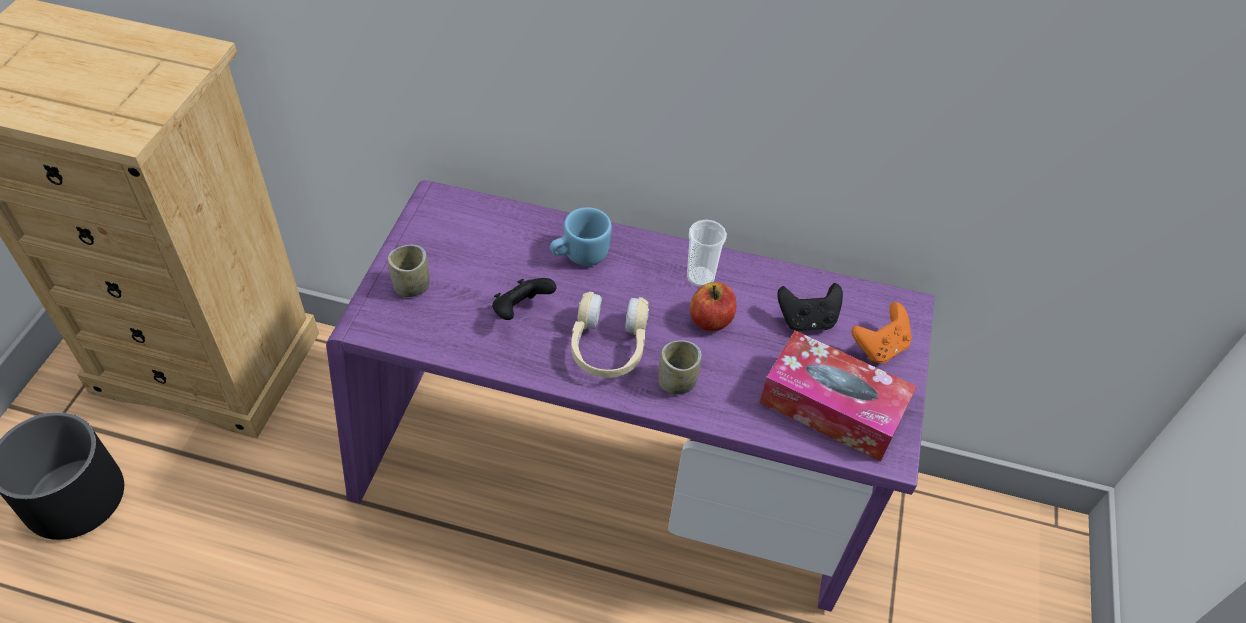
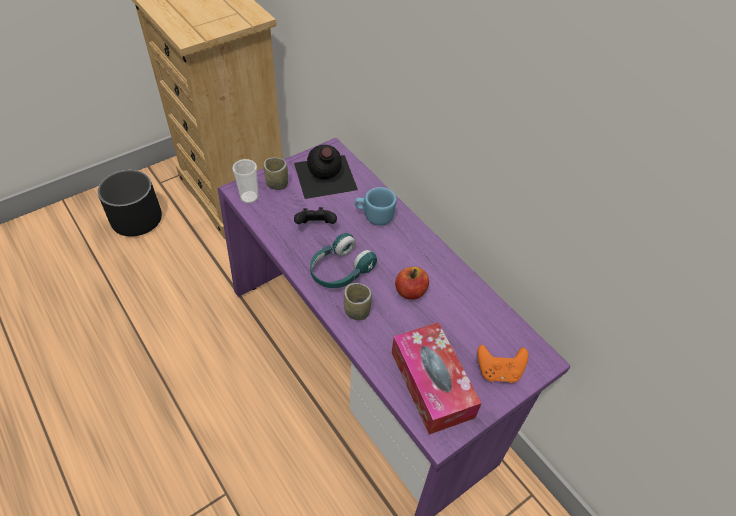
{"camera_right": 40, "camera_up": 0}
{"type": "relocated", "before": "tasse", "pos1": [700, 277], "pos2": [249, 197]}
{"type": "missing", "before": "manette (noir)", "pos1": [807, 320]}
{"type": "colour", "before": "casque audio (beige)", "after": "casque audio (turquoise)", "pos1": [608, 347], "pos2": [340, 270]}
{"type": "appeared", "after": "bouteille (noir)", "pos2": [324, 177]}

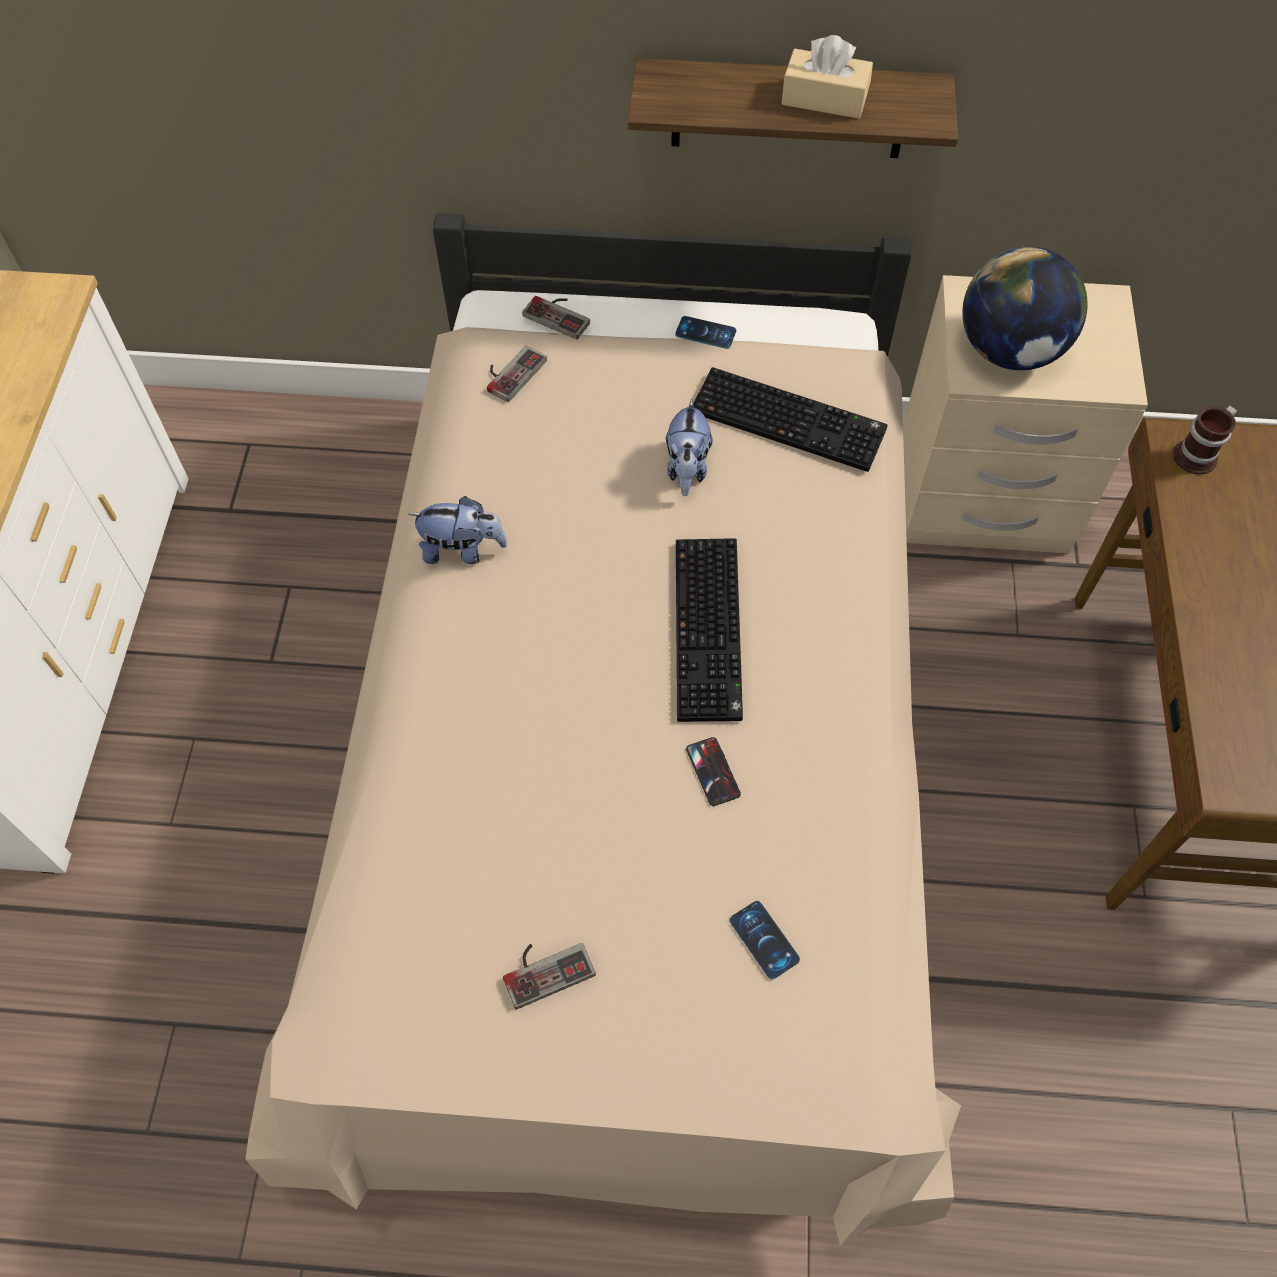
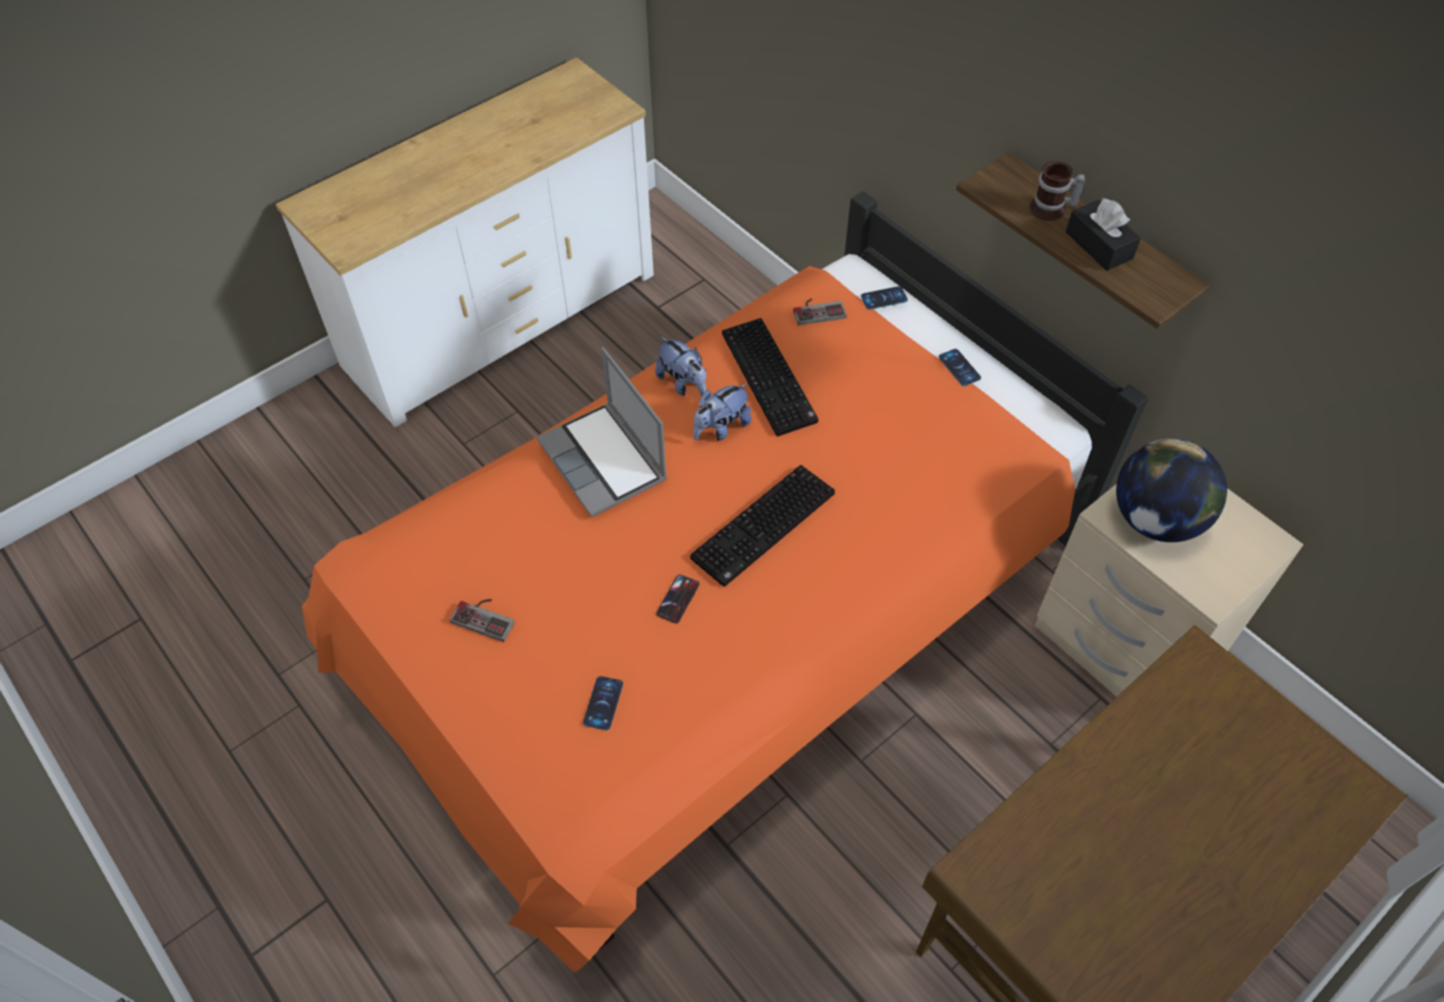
{"camera_right": 45, "camera_up": -5}
{"type": "colour", "before": "boîte à mouchoirs (beige)", "after": "boîte à mouchoirs (noir)", "pos1": [824, 98], "pos2": [1098, 245]}
{"type": "colour", "before": "lit (beige)", "after": "lit (orange)", "pos1": [636, 768], "pos2": [720, 615]}
{"type": "exchanged", "before": "manette", "after": "téléphone", "pos1": [560, 314], "pos2": [884, 298]}
{"type": "relocated", "before": "clavier", "pos1": [791, 419], "pos2": [771, 378]}
{"type": "relocated", "before": "peluche", "pos1": [687, 468], "pos2": [721, 428]}
{"type": "relocated", "before": "mug", "pos1": [1199, 456], "pos2": [1051, 210]}
{"type": "appeared", "after": "ordinateur portable", "pos2": [605, 461]}

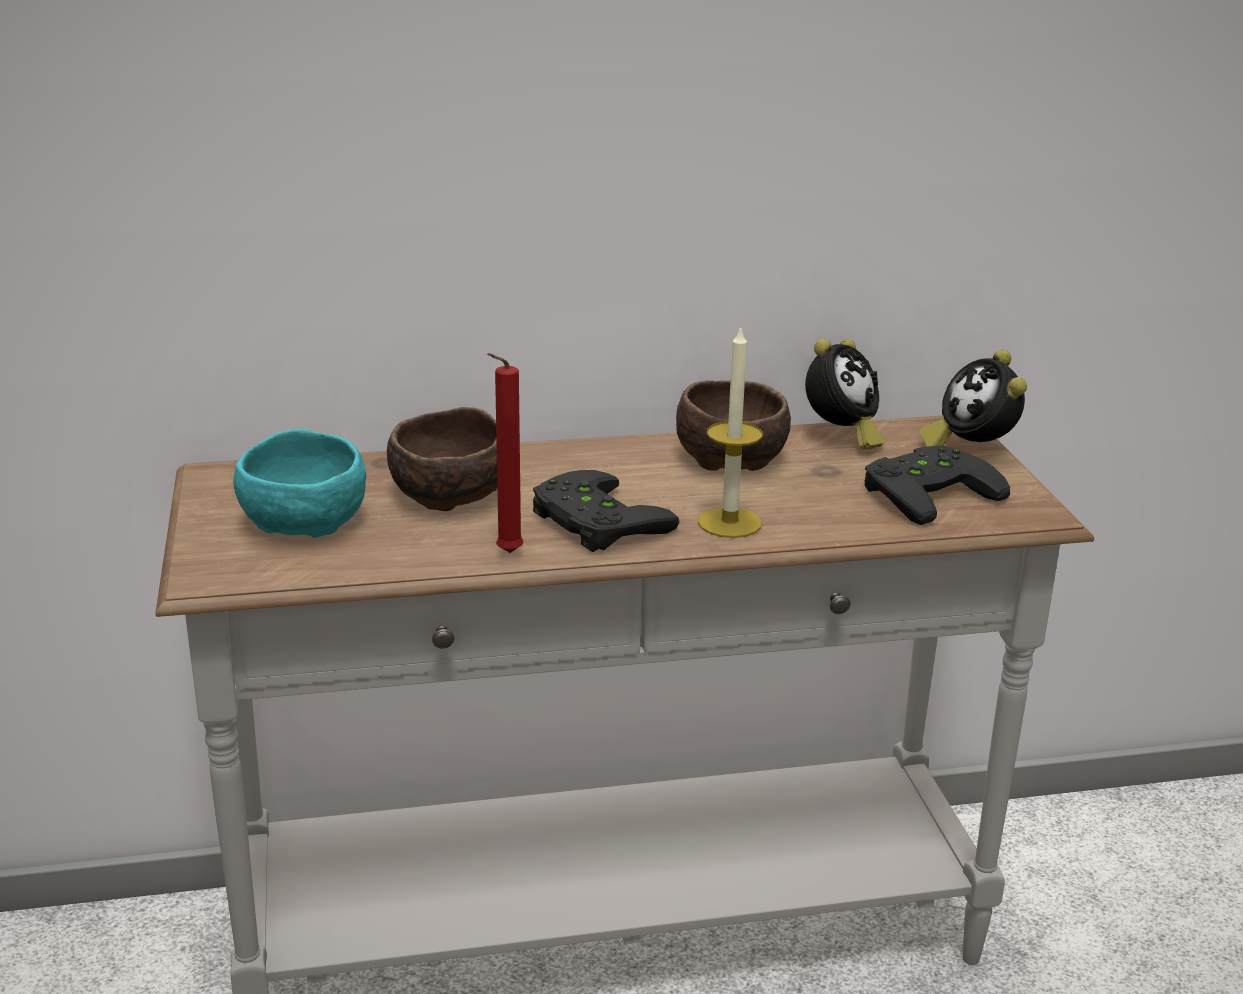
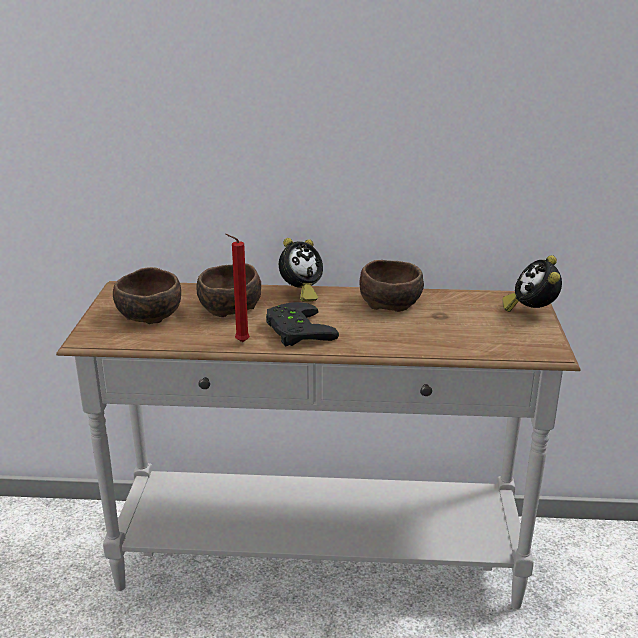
{"camera_right": 15, "camera_up": 0}
{"type": "missing", "before": "bougie", "pos1": [729, 522]}
{"type": "relocated", "before": "réveil", "pos1": [841, 436], "pos2": [300, 293]}
{"type": "colour", "before": "bol (turquoise)", "after": "bol (marron)", "pos1": [305, 521], "pos2": [150, 315]}
{"type": "missing", "before": "manette (noir)", "pos1": [925, 490]}

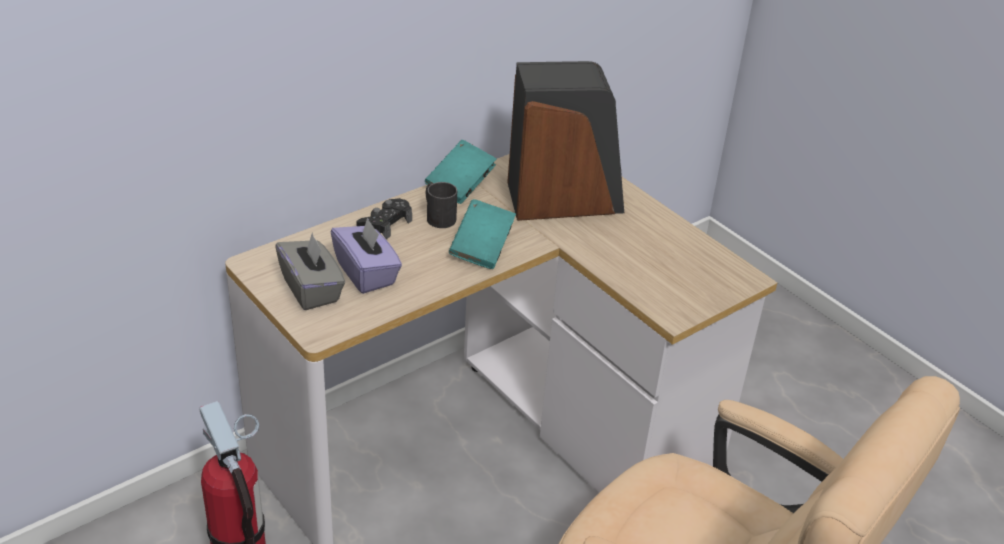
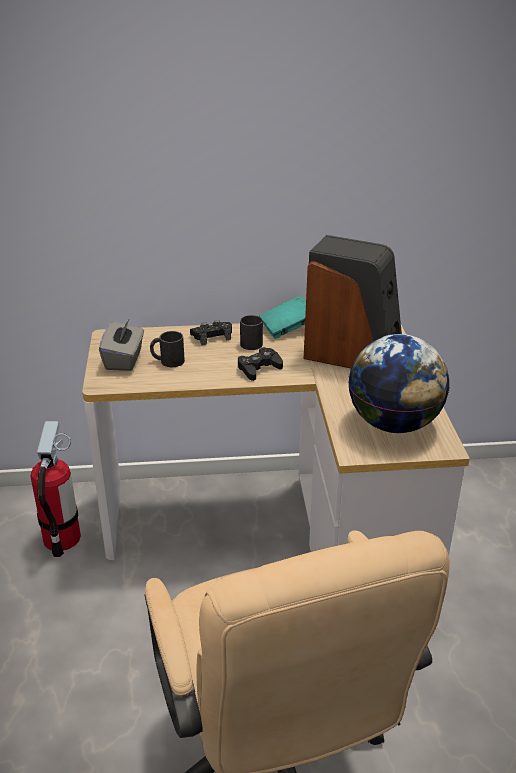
{"camera_right": 35, "camera_up": -5}
{"type": "exchanged", "before": "livre (turquoise)", "after": "manette (noir)", "pos1": [482, 249], "pos2": [259, 368]}
{"type": "exchanged", "before": "boîte à mouchoirs (violet)", "after": "mug (noir)", "pos1": [366, 273], "pos2": [167, 361]}
{"type": "appeared", "after": "globe", "pos2": [394, 424]}

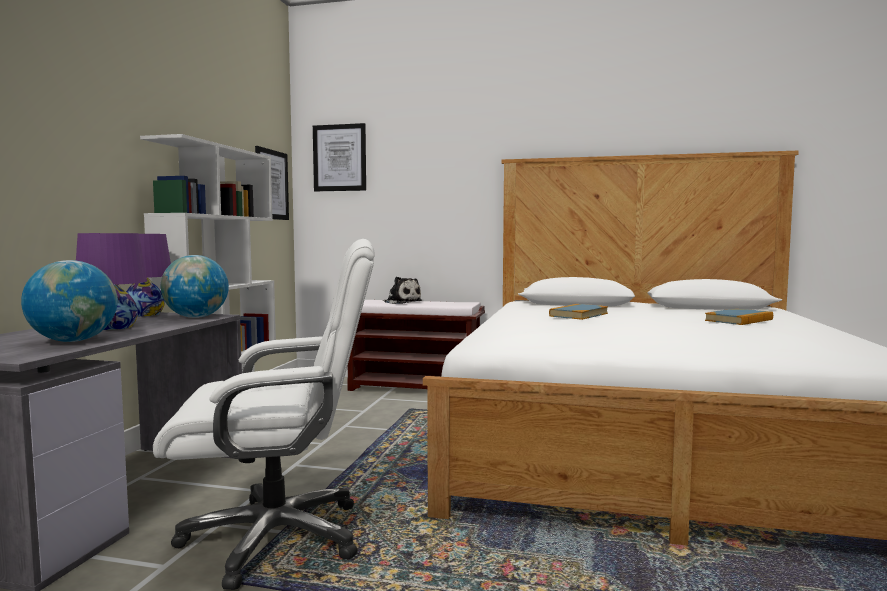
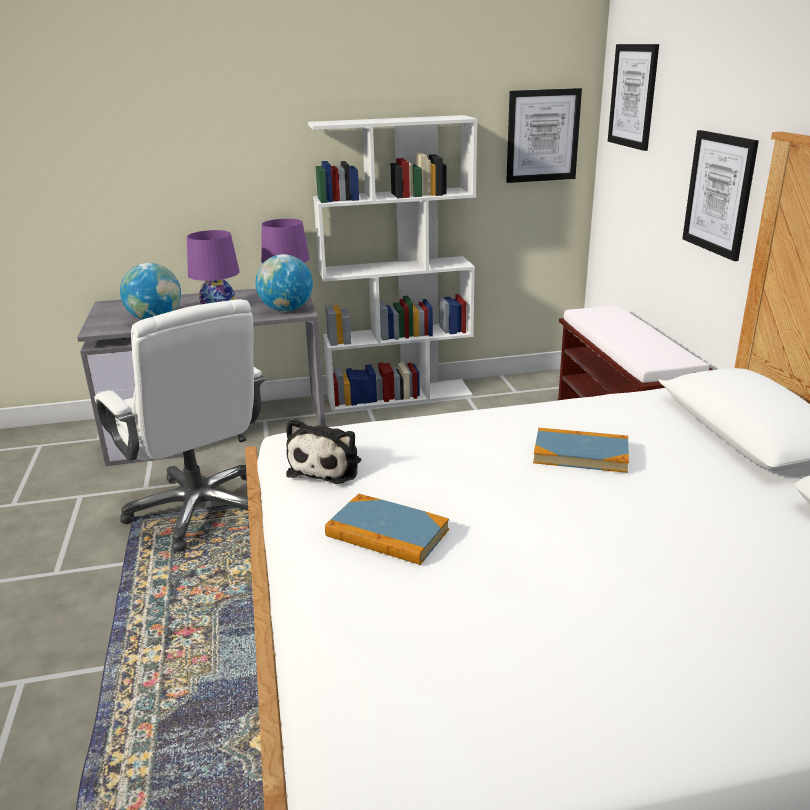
{"camera_right": 65, "camera_up": 20}
{"type": "relocated", "before": "peluche", "pos1": [401, 302], "pos2": [328, 466]}
{"type": "relocated", "before": "livre", "pos1": [739, 320], "pos2": [387, 533]}
{"type": "appeared", "after": "tableau", "pos2": [719, 194]}

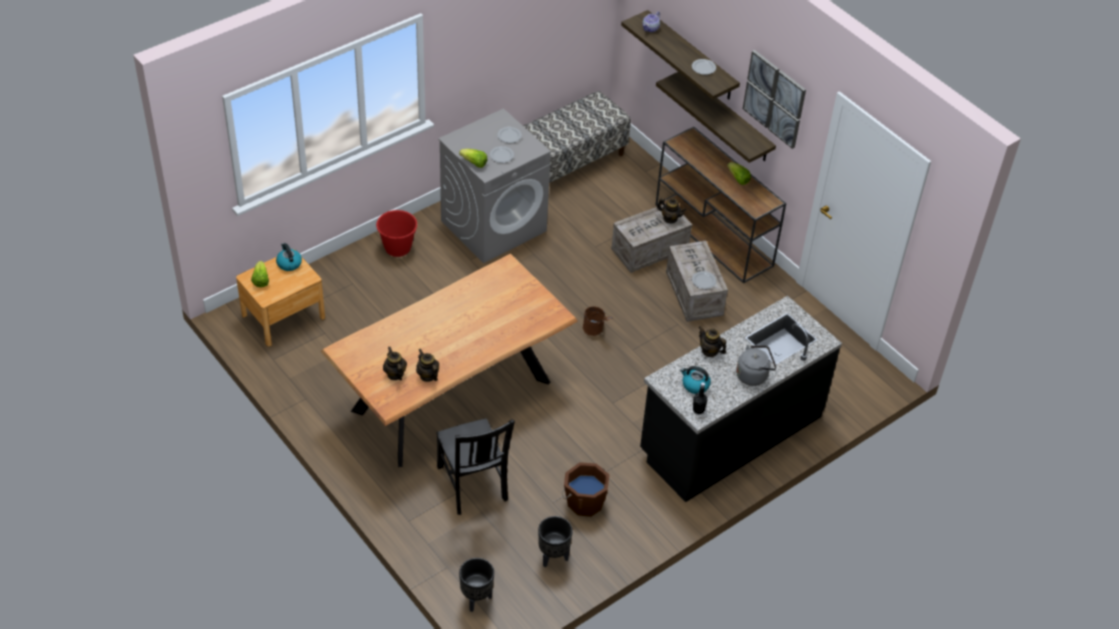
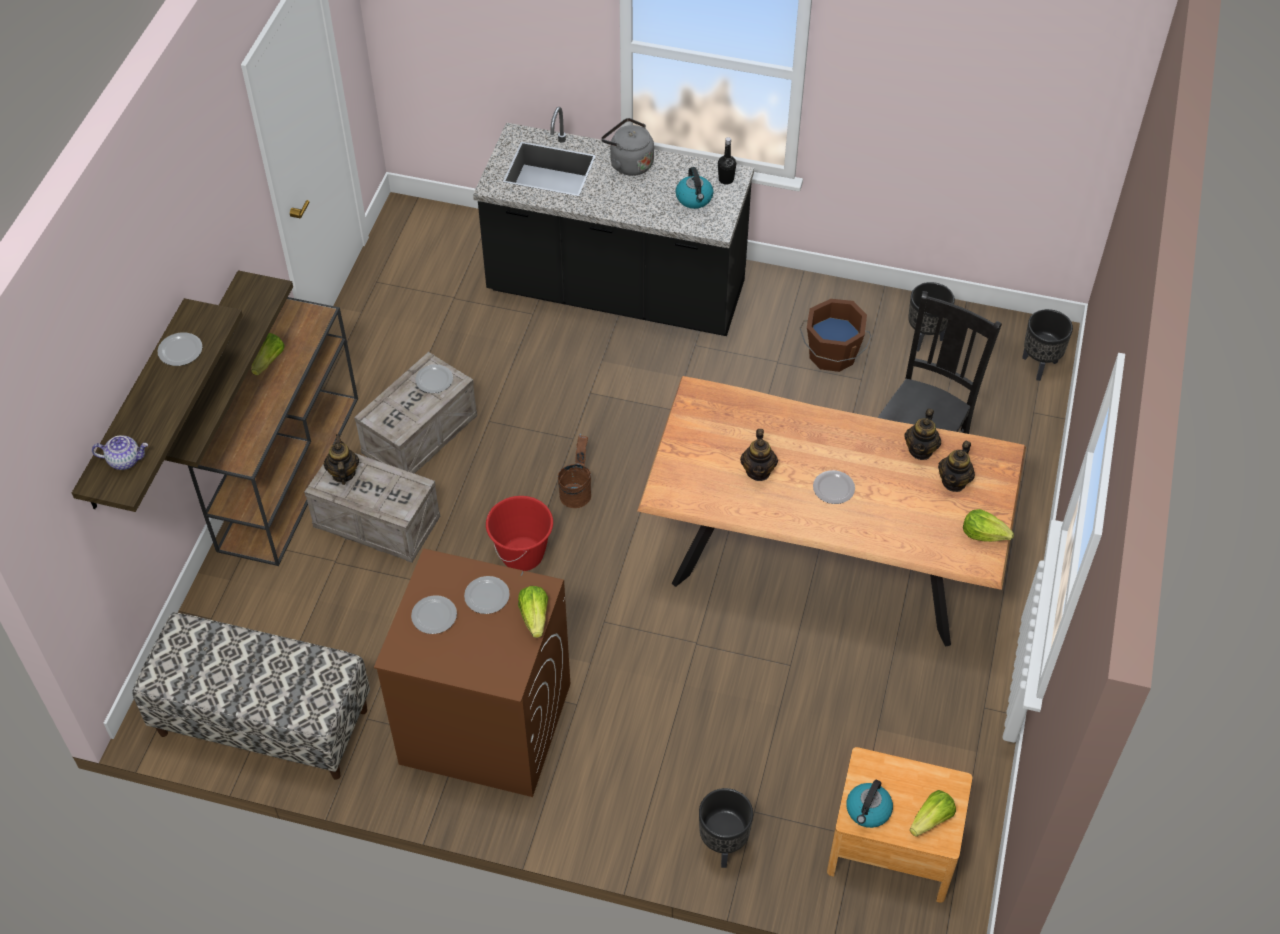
{"camera_right": -125, "camera_up": 5}
{"type": "missing", "before": "tableau", "pos1": [774, 98]}
{"type": "colour", "before": "lave-linge (gris)", "after": "lave-linge (marron)", "pos1": [494, 225], "pos2": [484, 724]}
{"type": "relocated", "before": "seau (rouge)", "pos1": [397, 248], "pos2": [522, 555]}
{"type": "relocated", "before": "théière", "pos1": [709, 351], "pos2": [758, 471]}
{"type": "appeared", "after": "assiette", "pos2": [834, 488]}
{"type": "appeared", "after": "laitue", "pos2": [984, 534]}
{"type": "appeared", "after": "cache-pot (noir)", "pos2": [723, 846]}

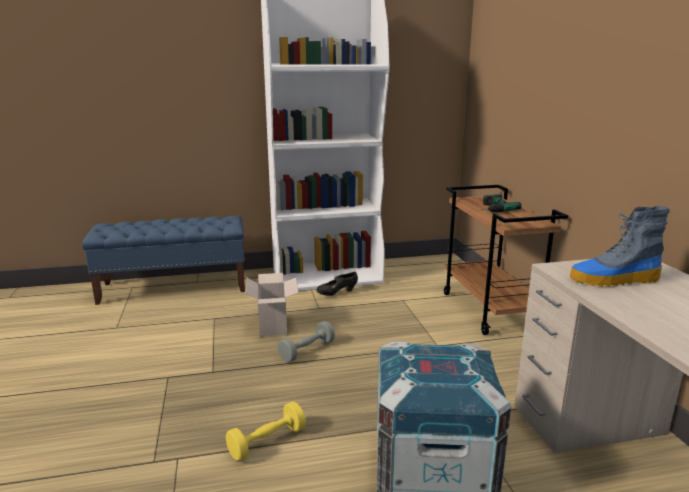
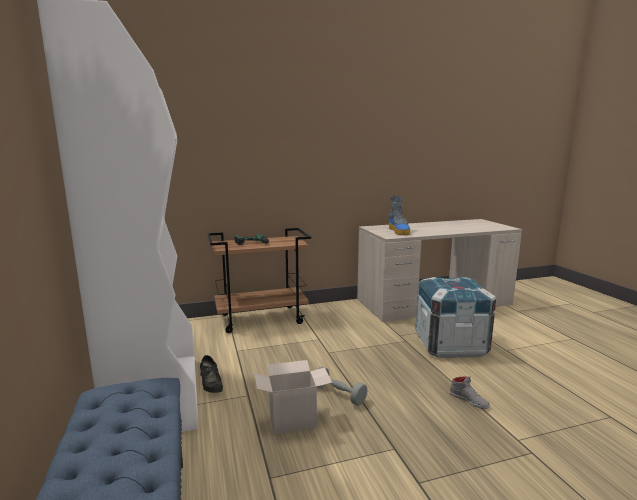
{"camera_right": -95, "camera_up": -5}
{"type": "exchanged", "before": "haltère (jaune)", "after": "chaussure (gris)", "pos1": [267, 442], "pos2": [469, 400]}

